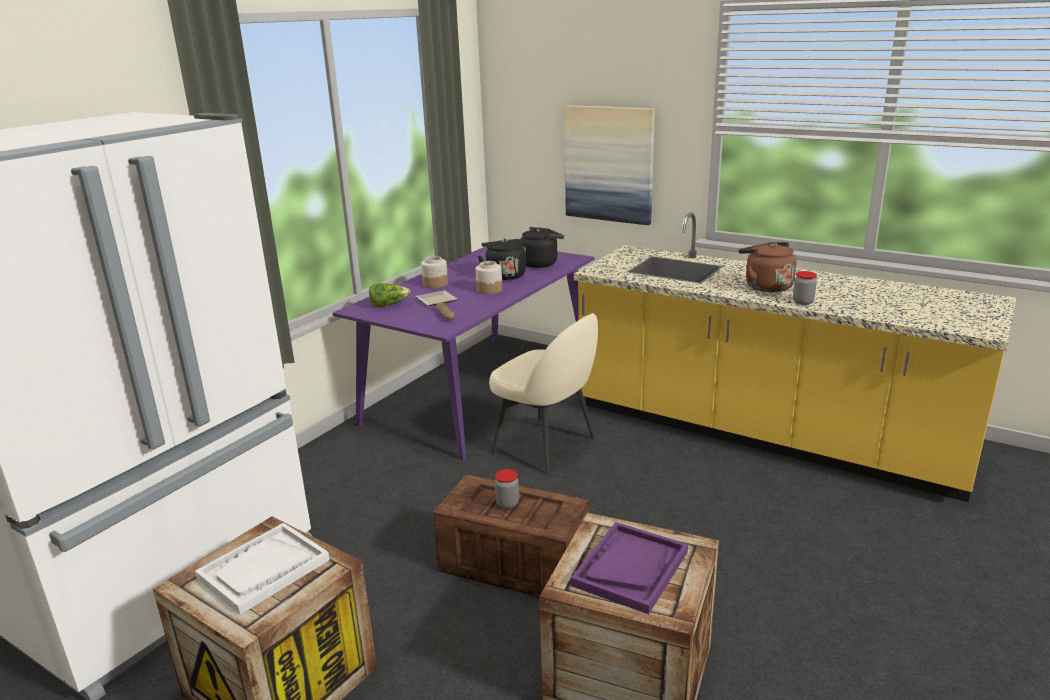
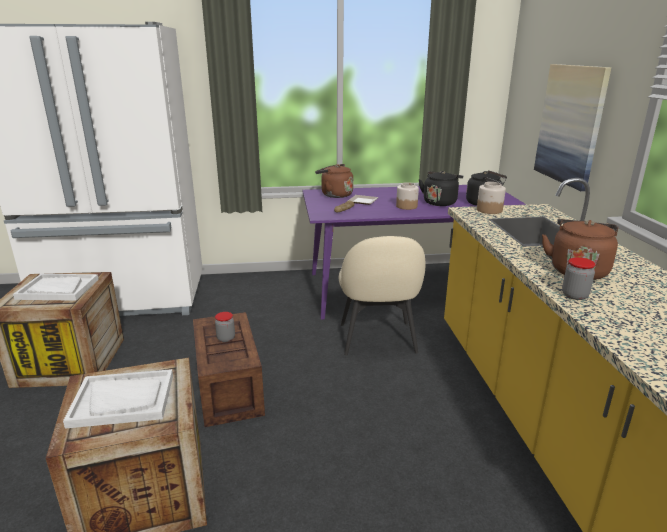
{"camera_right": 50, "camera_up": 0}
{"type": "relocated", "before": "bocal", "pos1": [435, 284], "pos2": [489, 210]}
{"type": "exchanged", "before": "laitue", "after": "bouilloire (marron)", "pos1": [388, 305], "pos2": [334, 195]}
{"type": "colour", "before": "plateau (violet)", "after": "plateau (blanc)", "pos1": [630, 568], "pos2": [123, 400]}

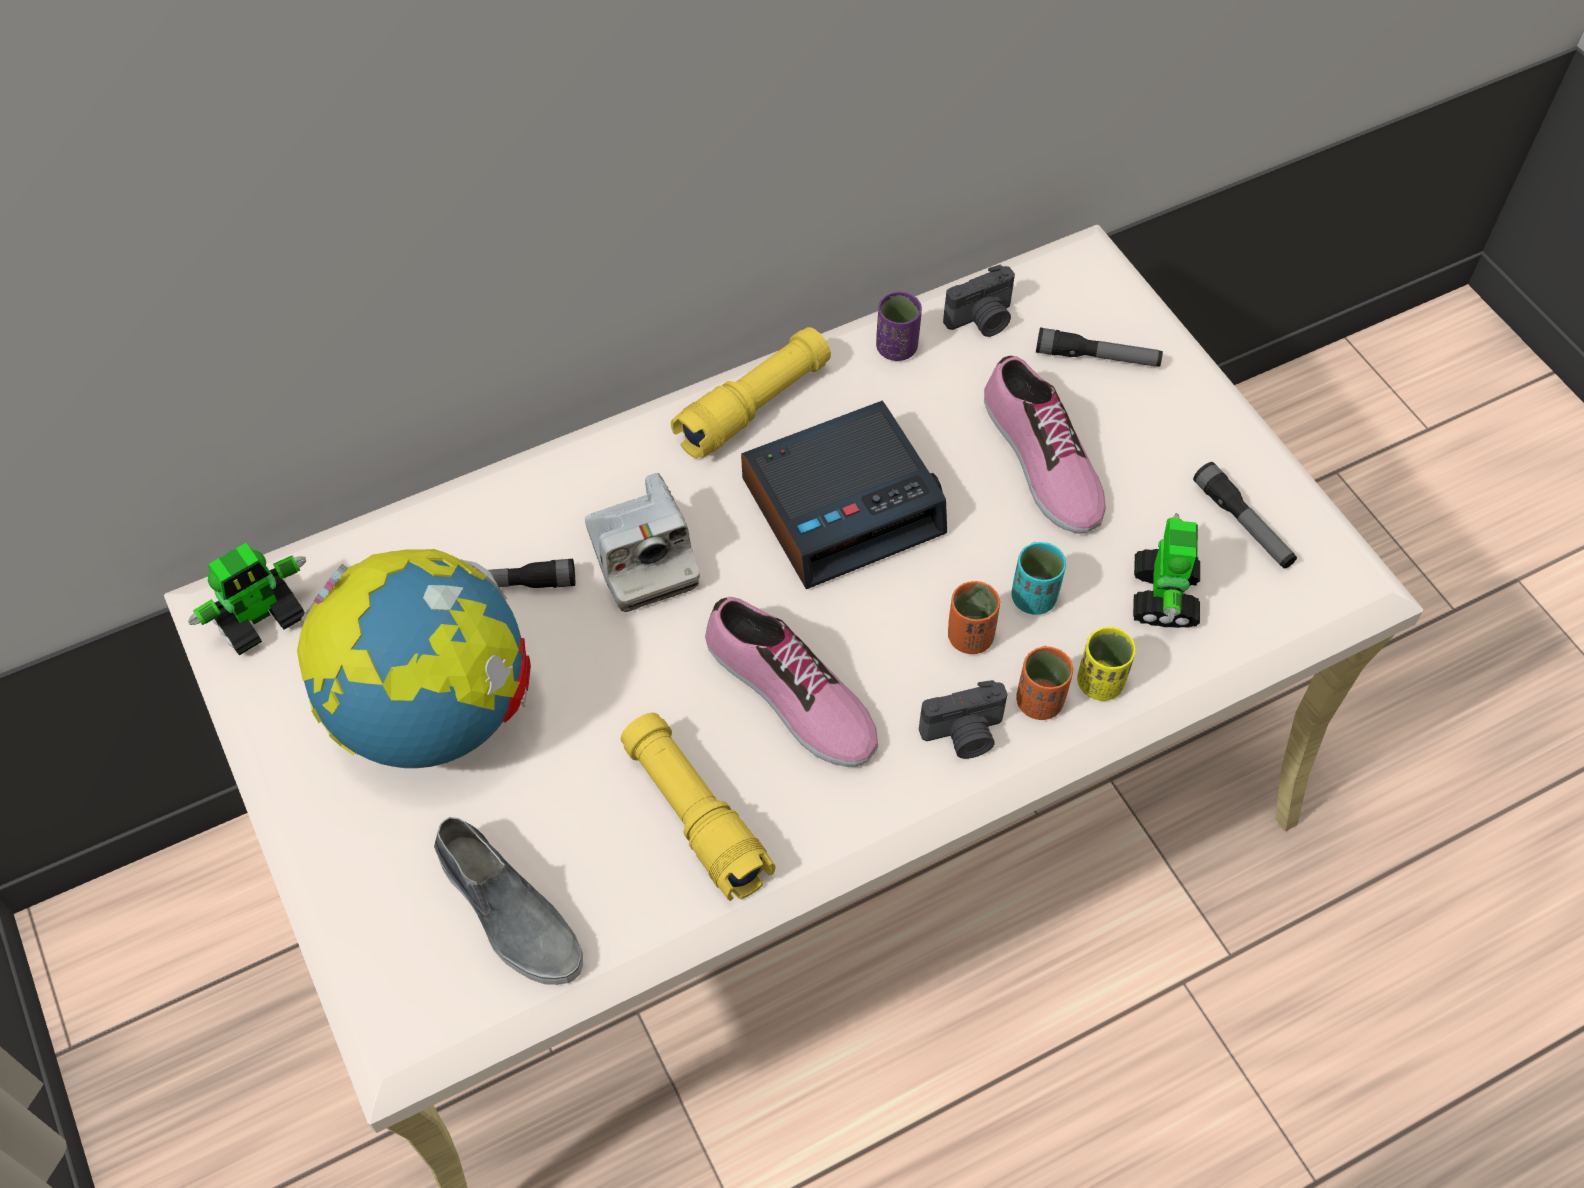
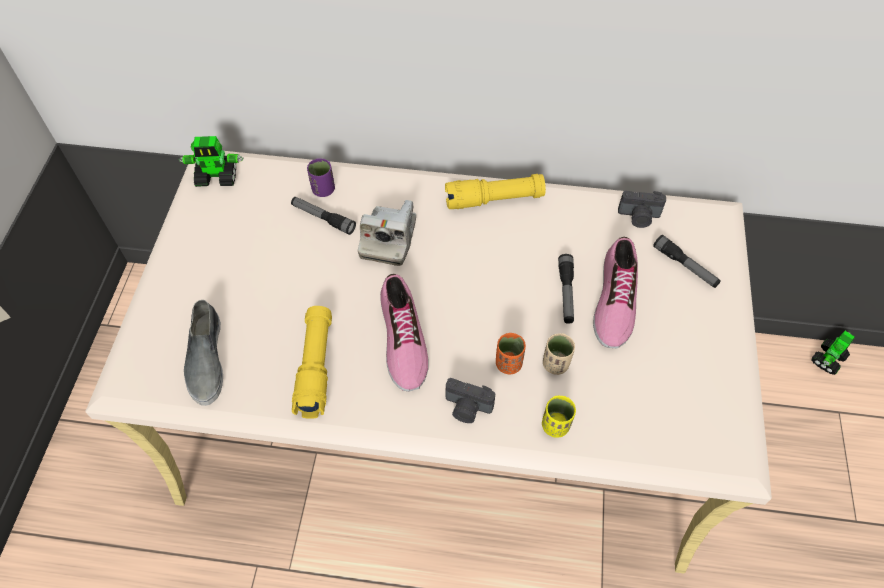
{"camera_right": 35, "camera_up": 0}
{"type": "relocated", "before": "tasse (violet)", "pos1": [896, 348], "pos2": [323, 190]}
{"type": "missing", "before": "réveil", "pos1": [844, 505]}
{"type": "relocated", "before": "lampe de poche", "pos1": [1243, 524], "pos2": [566, 293]}
{"type": "relocated", "before": "robot jouet", "pos1": [1164, 595], "pos2": [828, 358]}
{"type": "colour", "before": "tasse (turquoise)", "after": "tasse (beige)", "pos1": [1034, 598], "pos2": [555, 364]}
{"type": "missing", "before": "globe", "pos1": [435, 713]}
{"type": "missing", "before": "tasse (orange)", "pos1": [1039, 702]}

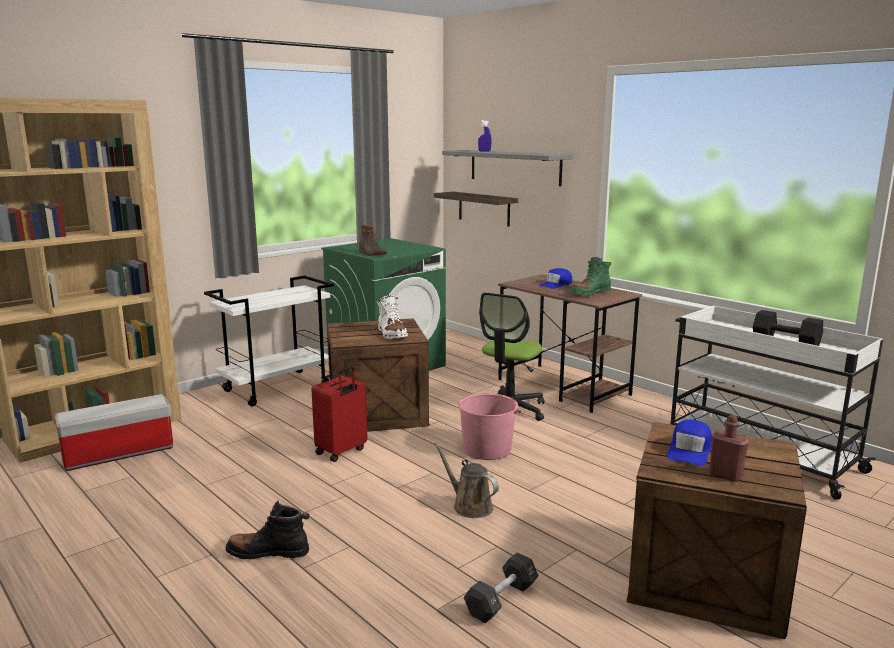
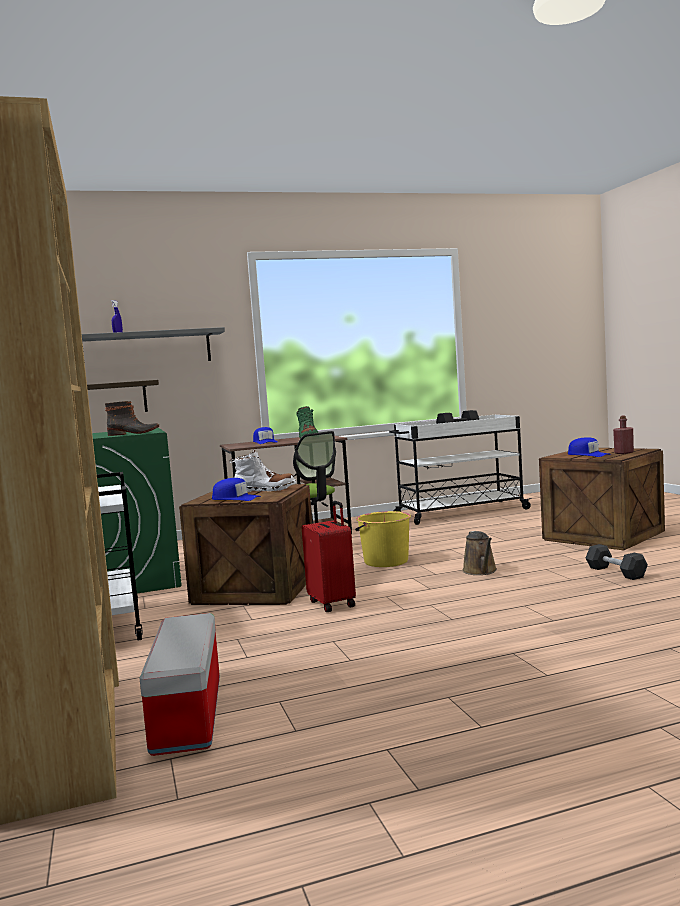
{"camera_right": -65, "camera_up": -10}
{"type": "colour", "before": "seau (rose)", "after": "seau (jaune)", "pos1": [487, 449], "pos2": [385, 561]}
{"type": "spun", "before": "arrosoir (marron)", "pos1": [469, 506], "pos2": [480, 571], "turn": -75}
{"type": "missing", "before": "botte (noir)", "pos1": [268, 552]}
{"type": "appeared", "after": "casquette (bleu)", "pos2": [236, 498]}

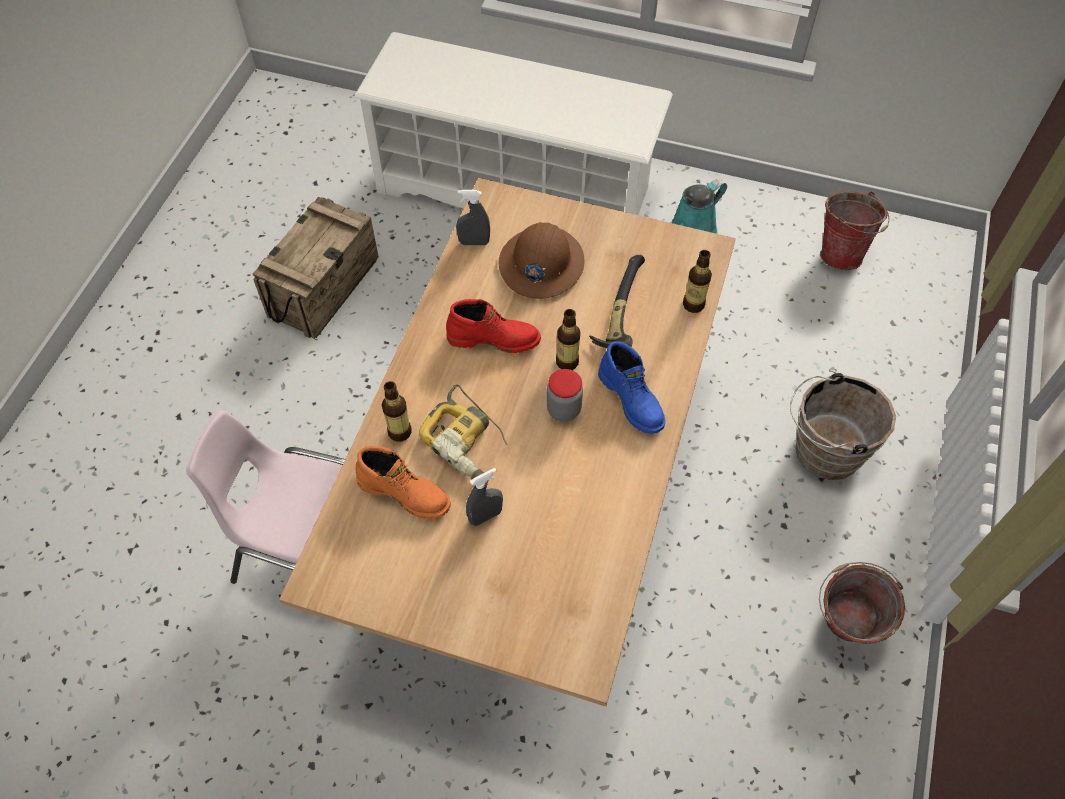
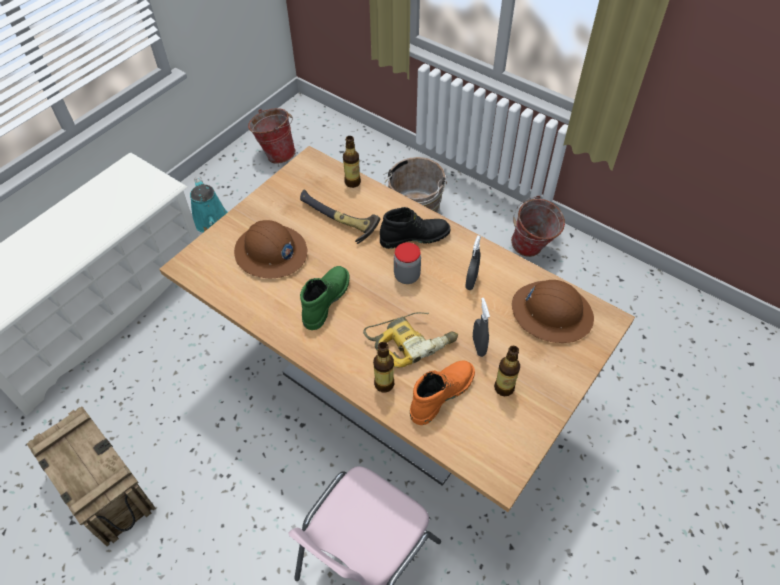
{"camera_right": -70, "camera_up": -5}
{"type": "relocated", "before": "vaporisateur (gris)", "pos1": [474, 242], "pos2": [471, 282]}
{"type": "colour", "before": "botte (rouge)", "after": "botte (vert)", "pos1": [494, 338], "pos2": [325, 300]}
{"type": "relocated", "before": "bouteille", "pos1": [567, 362], "pos2": [504, 388]}
{"type": "colour", "before": "botte (bleu)", "after": "botte (noir)", "pos1": [632, 399], "pos2": [414, 236]}
{"type": "appeared", "after": "casque de chantier (marron)", "pos2": [551, 312]}

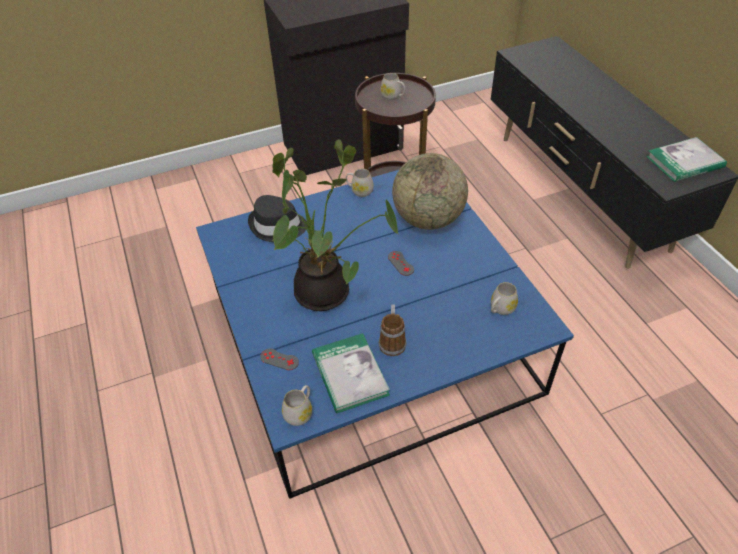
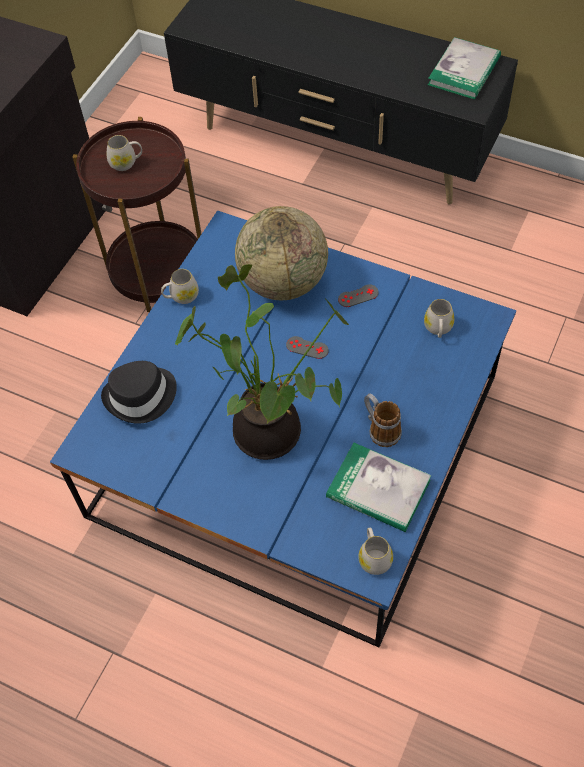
{"camera_right": -40, "camera_up": 10}
{"type": "relocated", "before": "manette (gris)", "pos1": [279, 359], "pos2": [358, 296]}

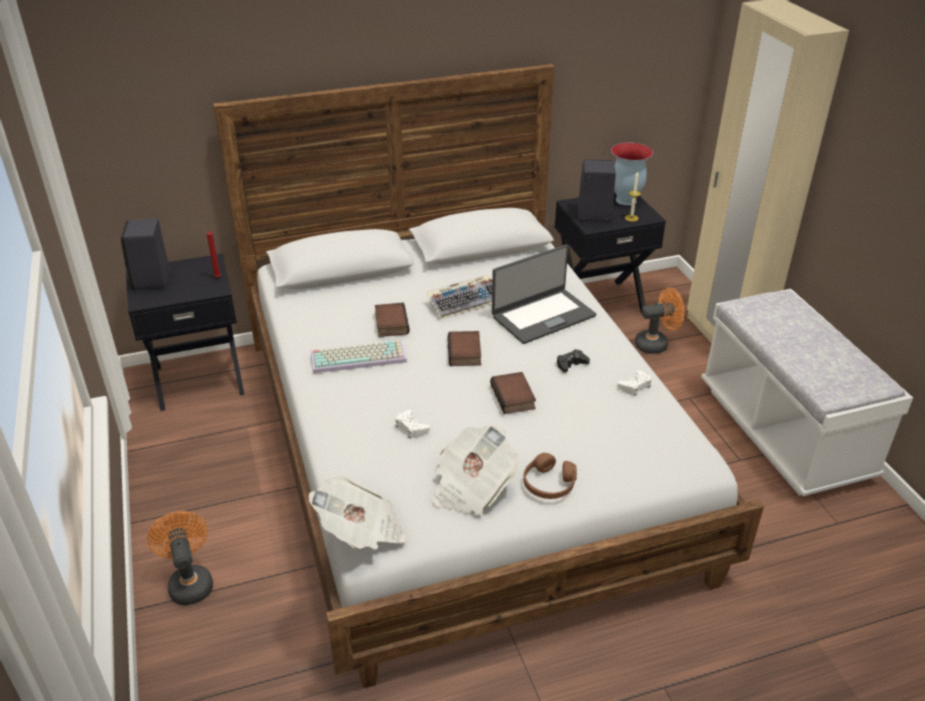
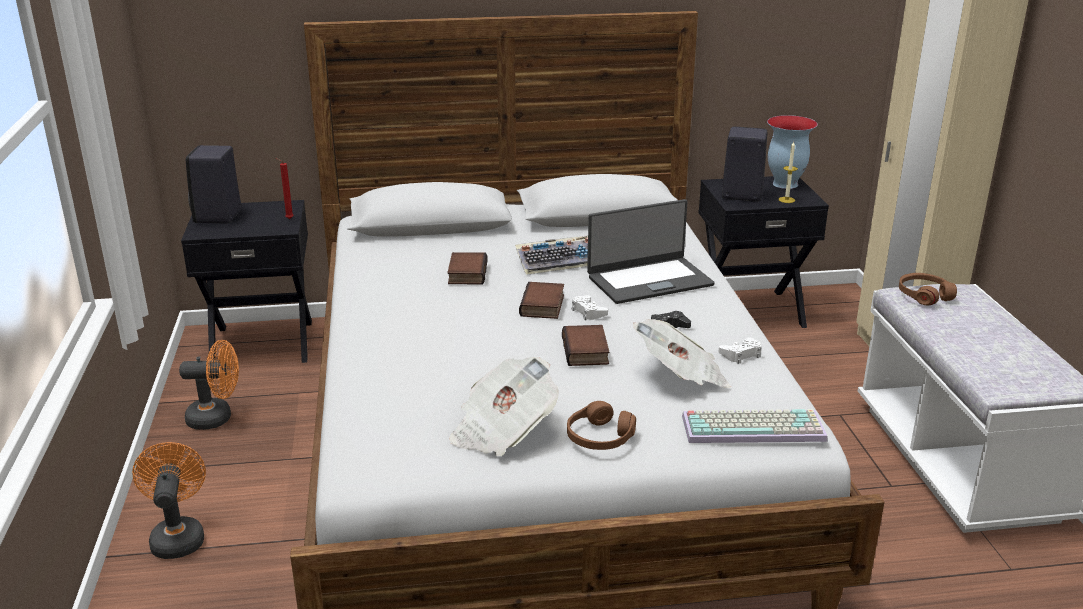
{"camera_right": 10, "camera_up": -10}
{"type": "relocated", "before": "ventilateur (orange)", "pos1": [656, 344], "pos2": [217, 418]}
{"type": "relocated", "before": "clavier", "pos1": [359, 356], "pos2": [754, 427]}
{"type": "relocated", "before": "manette (blanc)", "pos1": [411, 427], "pos2": [588, 312]}
{"type": "relocated", "before": "journal", "pos1": [361, 531], "pos2": [681, 377]}
{"type": "appeared", "after": "casque audio (marron)", "pos2": [924, 295]}

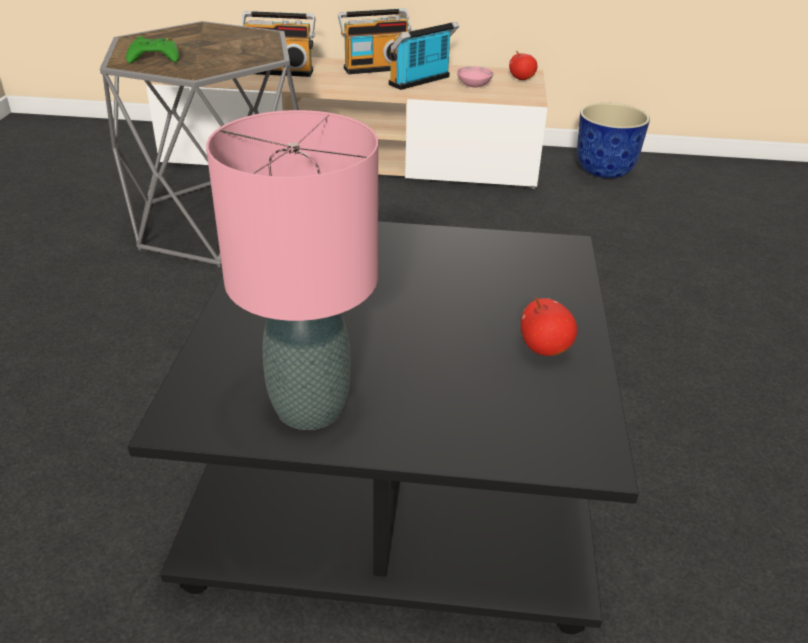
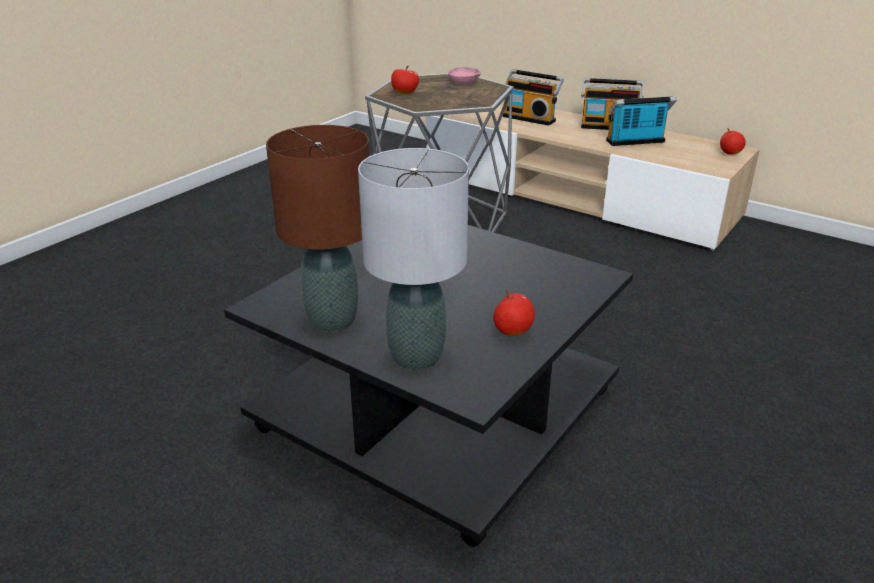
{"camera_right": 30, "camera_up": -5}
{"type": "exchanged", "before": "manette (vert)", "after": "pomme", "pos1": [154, 57], "pos2": [405, 93]}
{"type": "relocated", "before": "bol (rose)", "pos1": [474, 85], "pos2": [464, 83]}
{"type": "missing", "before": "cache-pot", "pos1": [603, 171]}
{"type": "colour", "before": "lampe de table (rose)", "after": "lampe de table (marron)", "pos1": [308, 408], "pos2": [331, 320]}
{"type": "appeared", "after": "lampe de table (gris)", "pos2": [417, 356]}

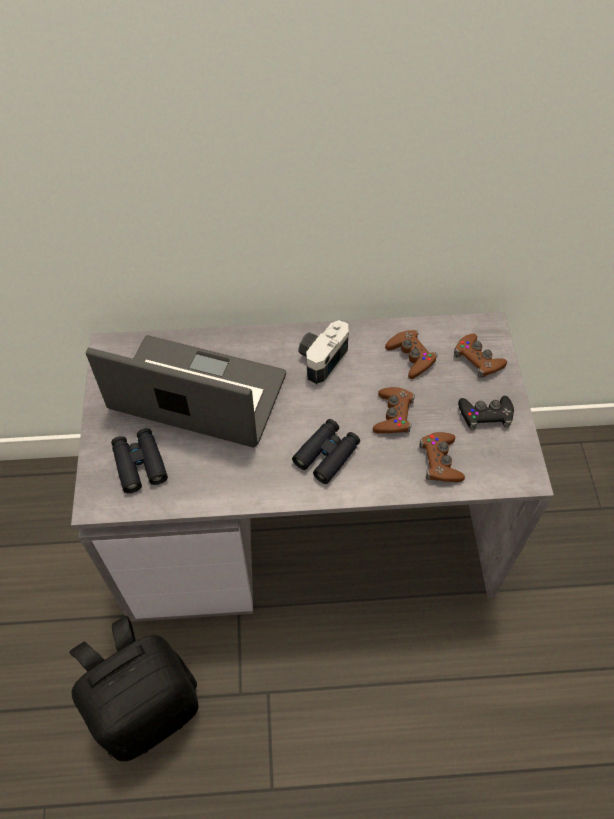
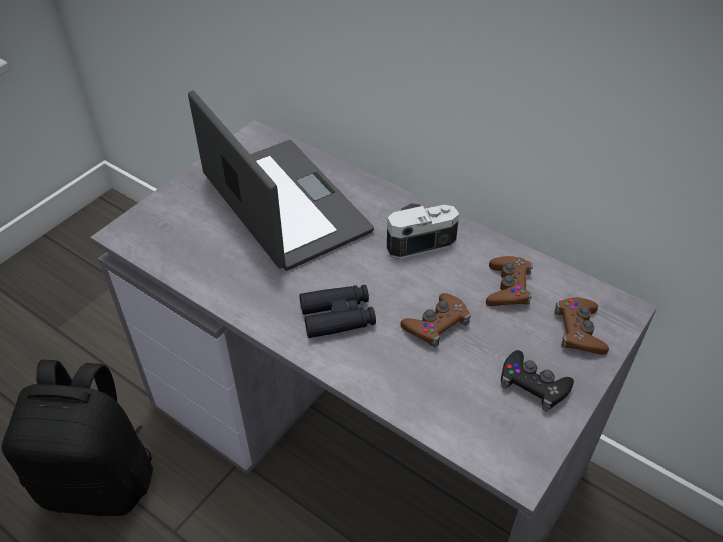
{"camera_right": 40, "camera_up": -10}
{"type": "missing", "before": "jumelles (noir)", "pos1": [139, 464]}
{"type": "missing", "before": "manette (marron)", "pos1": [440, 461]}

